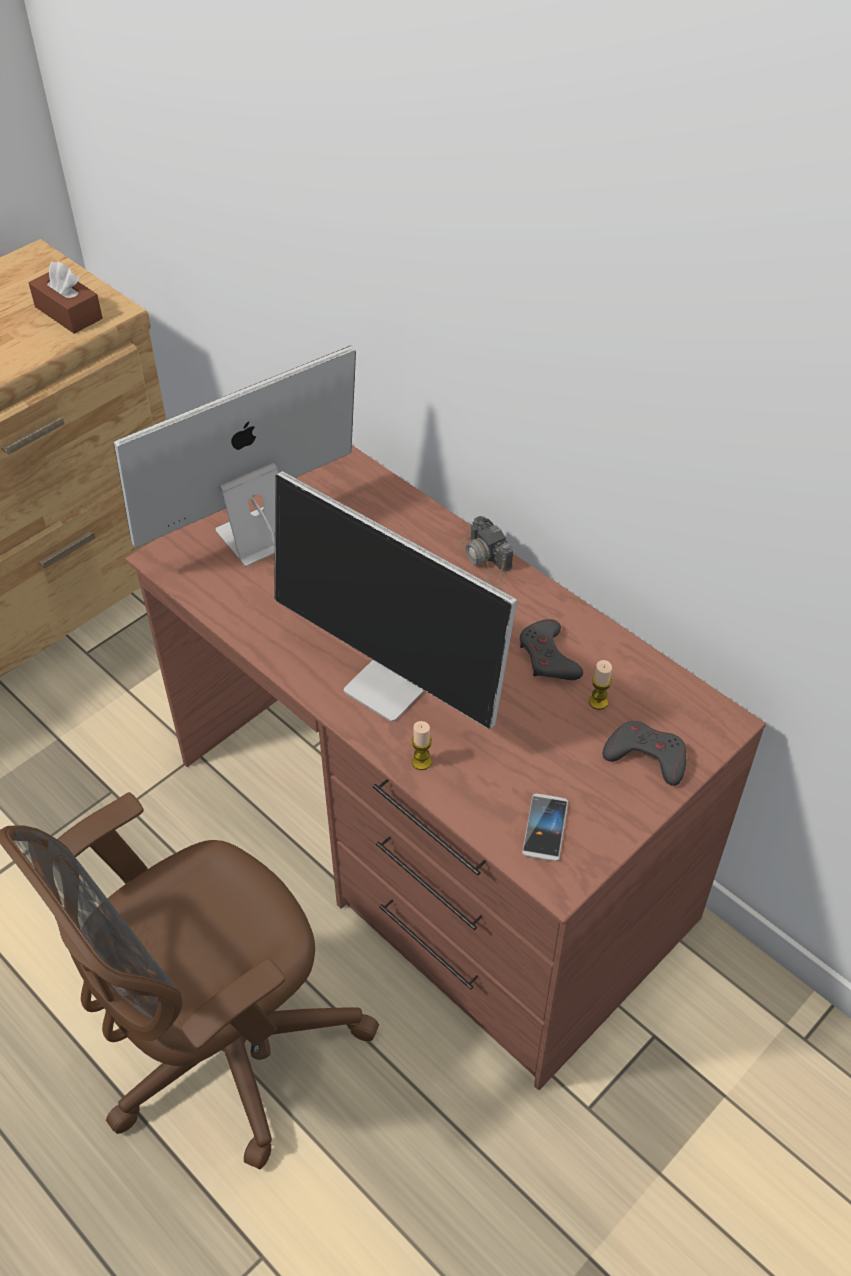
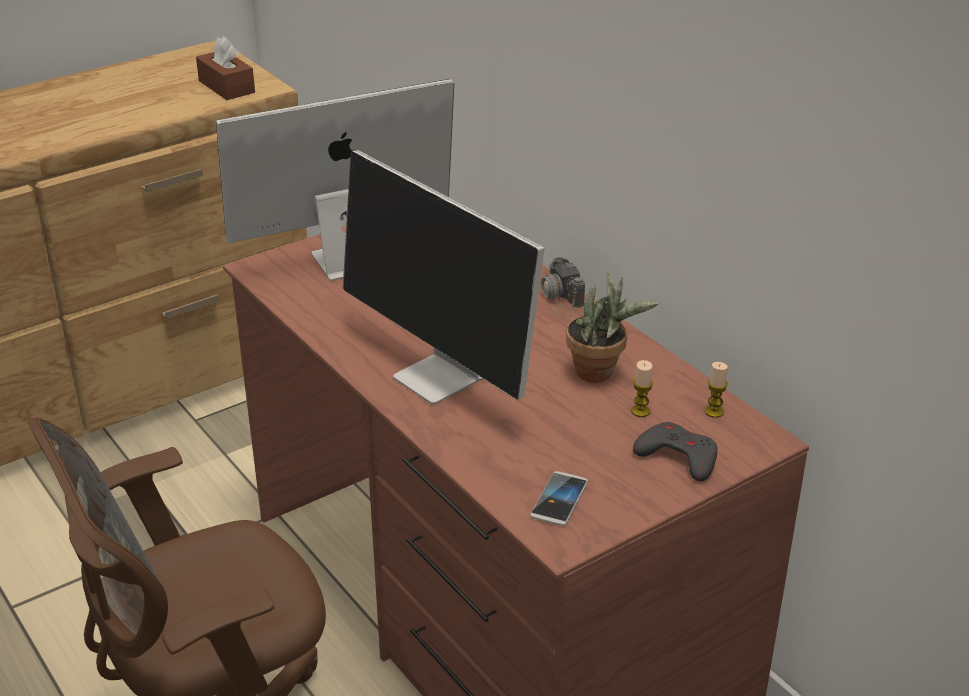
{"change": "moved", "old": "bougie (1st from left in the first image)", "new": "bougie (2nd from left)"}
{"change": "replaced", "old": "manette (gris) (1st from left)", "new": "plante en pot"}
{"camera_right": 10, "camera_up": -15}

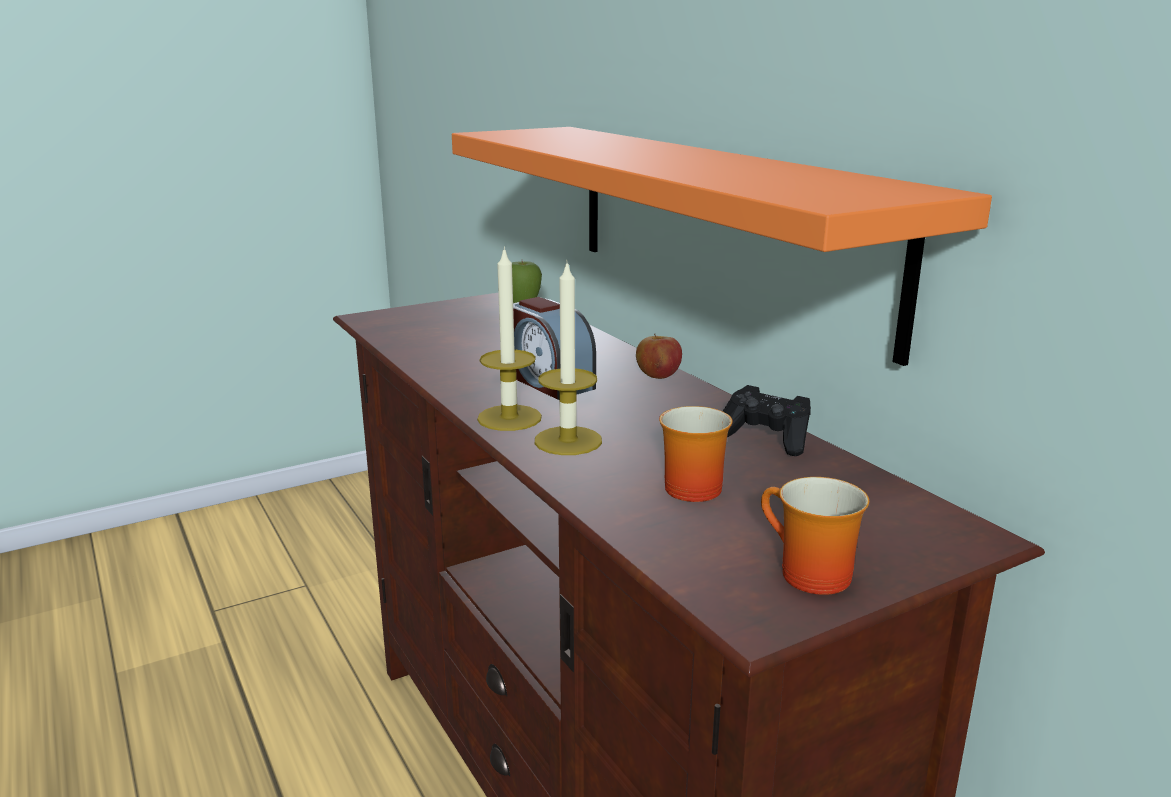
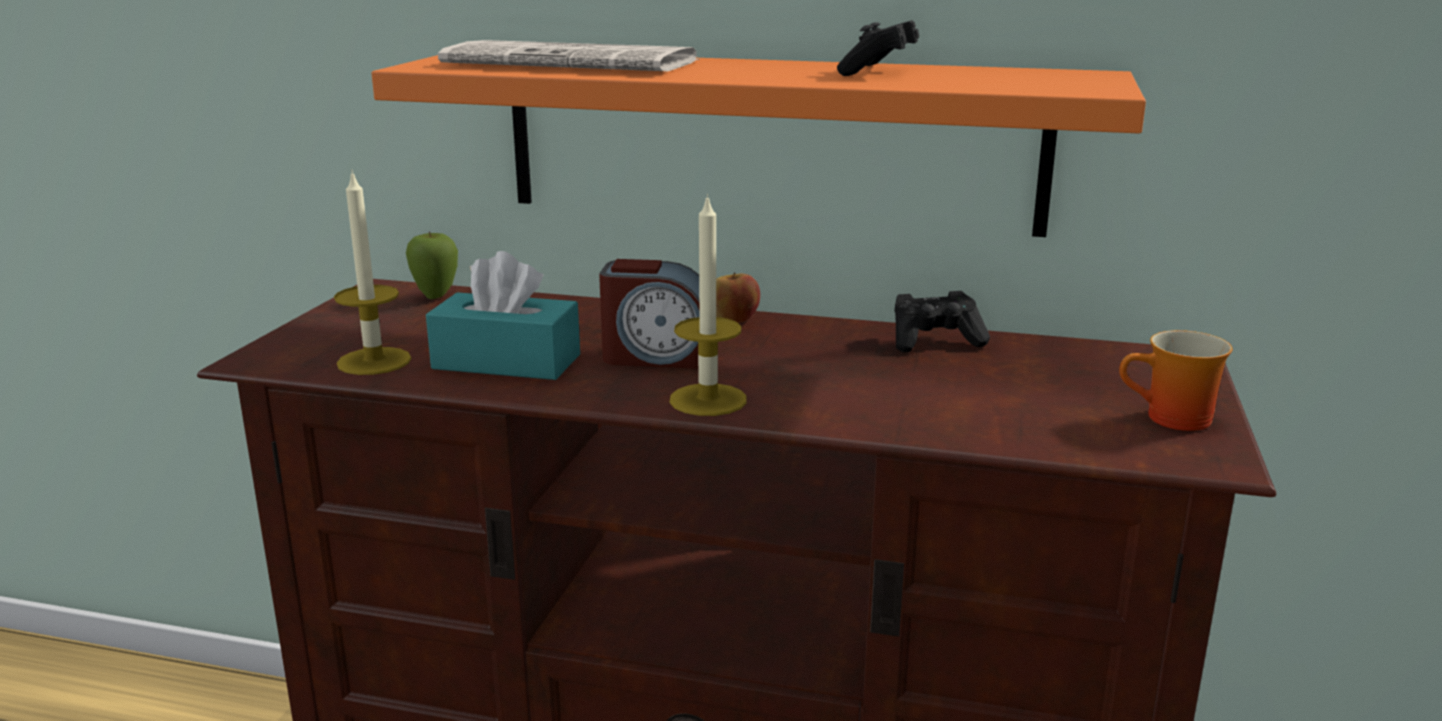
{"change": "moved", "old": "bougie (2nd from left in the first image)", "new": "bougie (1st from left)"}
{"change": "removed", "old": "mug (1st from left)"}
{"change": "added", "new": "boîte à mouchoirs (turquoise)"}
{"change": "added", "new": "journal"}
{"change": "added", "new": "manette (noir) (1st from left)"}
{"camera_right": -45, "camera_up": 0}

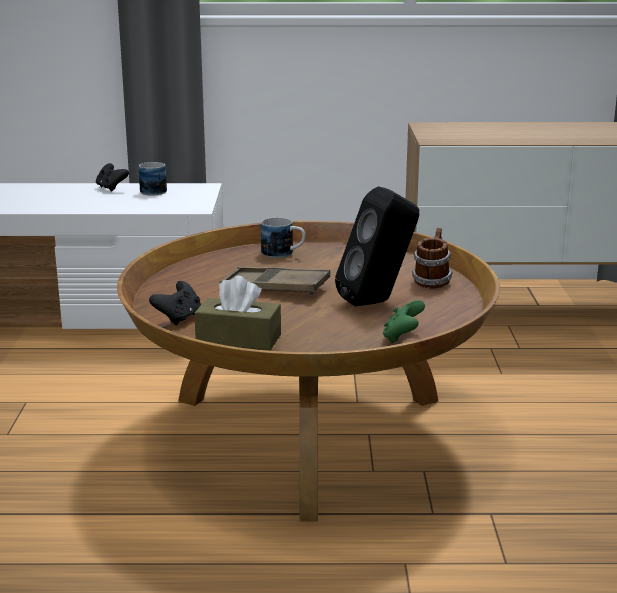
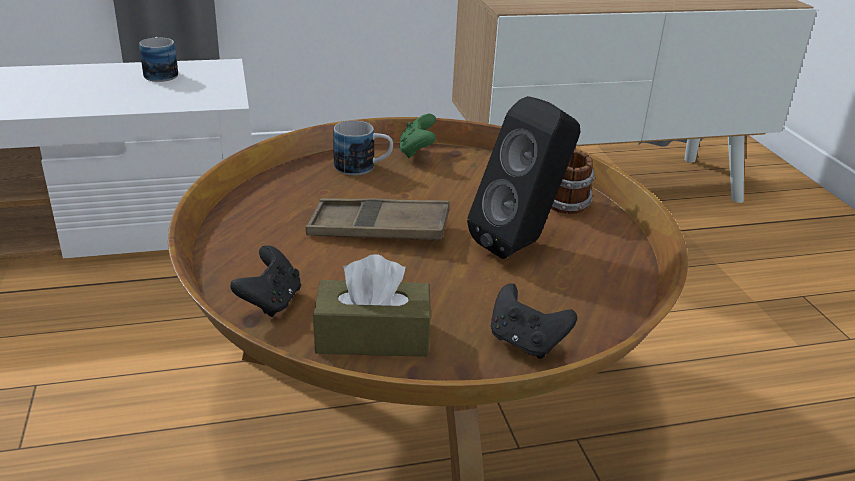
{"change": "moved", "old": "manette (noir) (1st from left in the first image)", "new": "manette (noir) (2nd from left)"}
{"change": "moved", "old": "manette (vert)"}
{"camera_right": -15, "camera_up": 10}

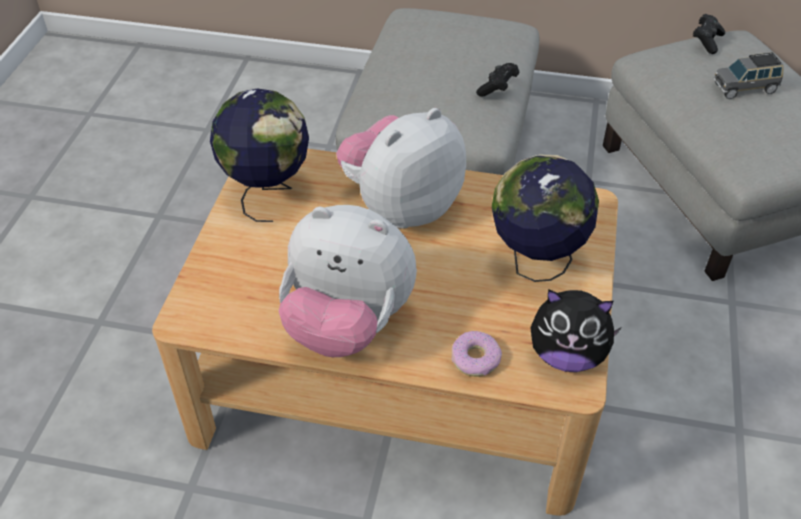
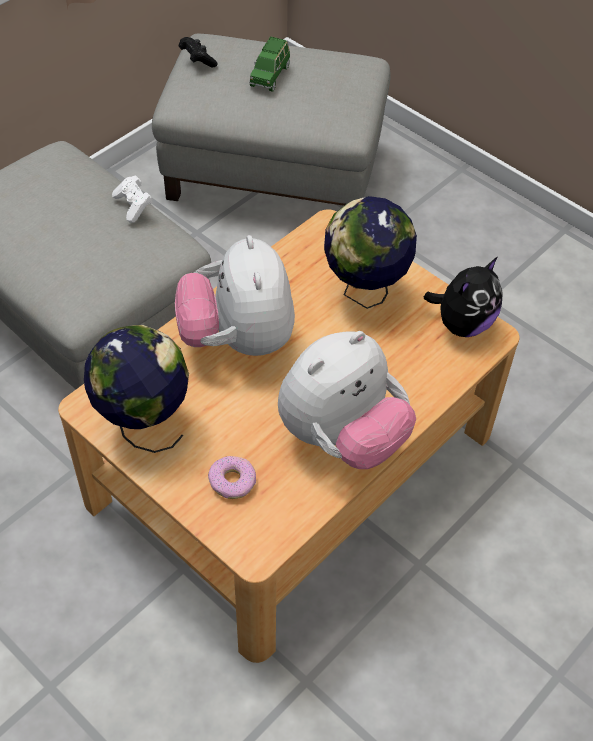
{"change": "moved", "old": "beignet"}
{"change": "recoloured", "old": "manette (noir) (1st from left)", "new": "manette (blanc)"}
{"change": "recoloured", "old": "petite voiture (gris)", "new": "petite voiture (vert)"}
{"camera_right": -60, "camera_up": 5}

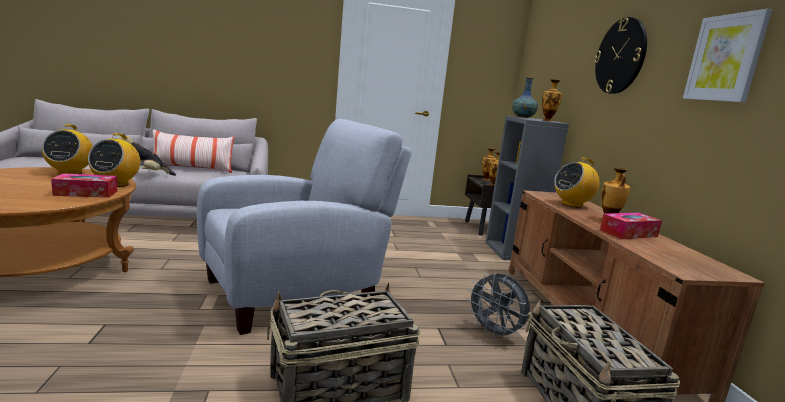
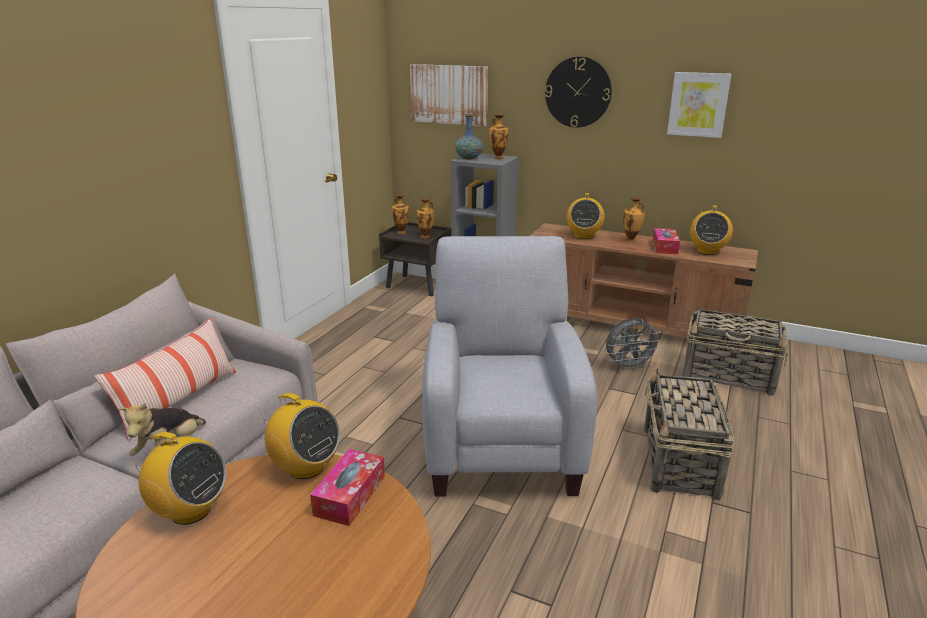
{"change": "added", "new": "tableau (1st from left)"}
{"change": "added", "new": "radio (4th from left)"}
{"camera_right": -55, "camera_up": 10}

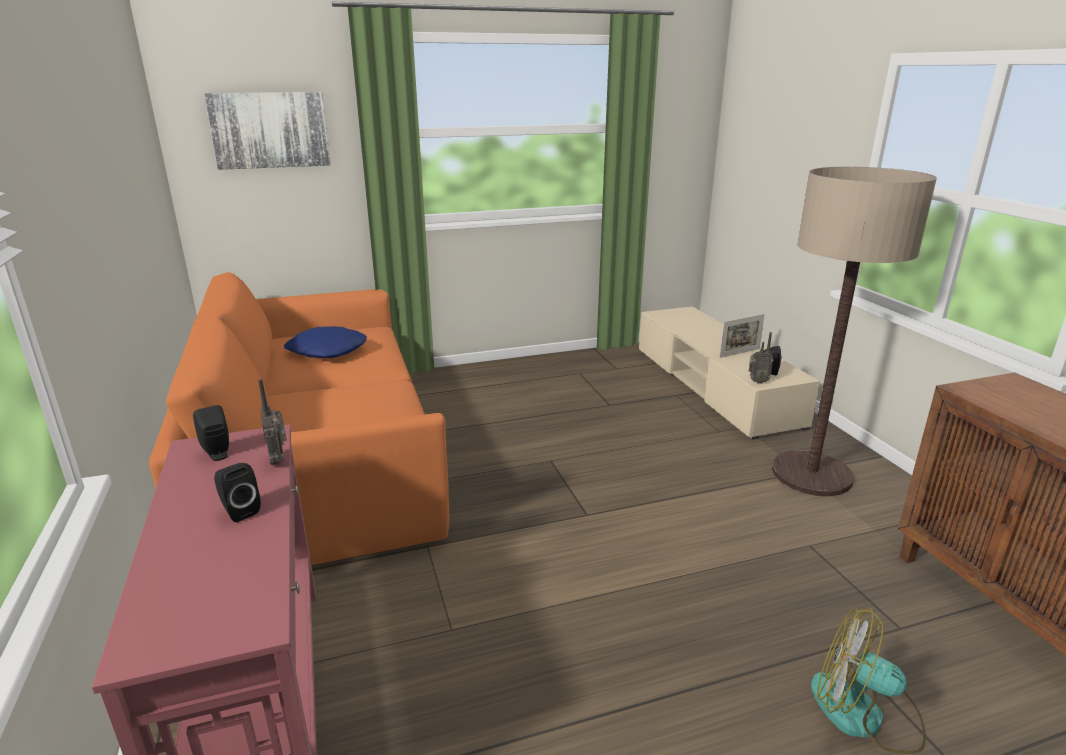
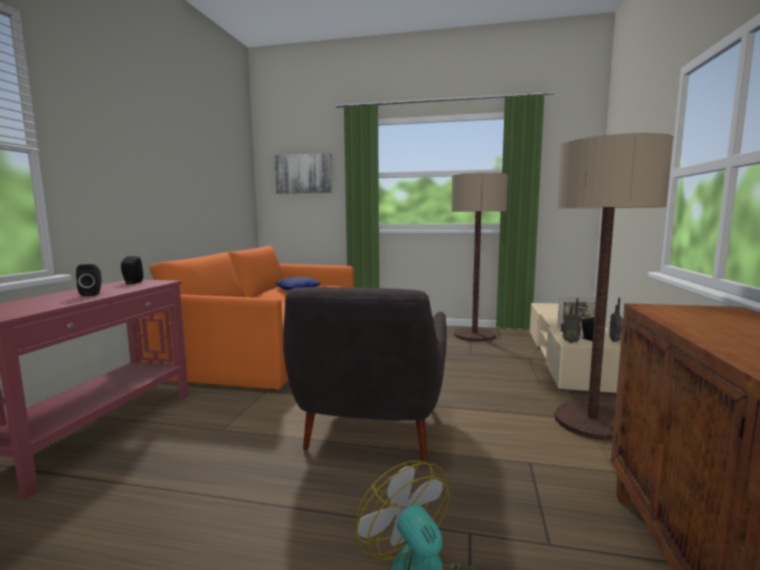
{"change": "moved", "old": "radio (1st from left in the first image)", "new": "radio (2nd from left)"}
{"change": "added", "new": "fauteuil (gris)"}
{"change": "added", "new": "lampadaire (1st from left)"}
{"camera_right": 30, "camera_up": -15}

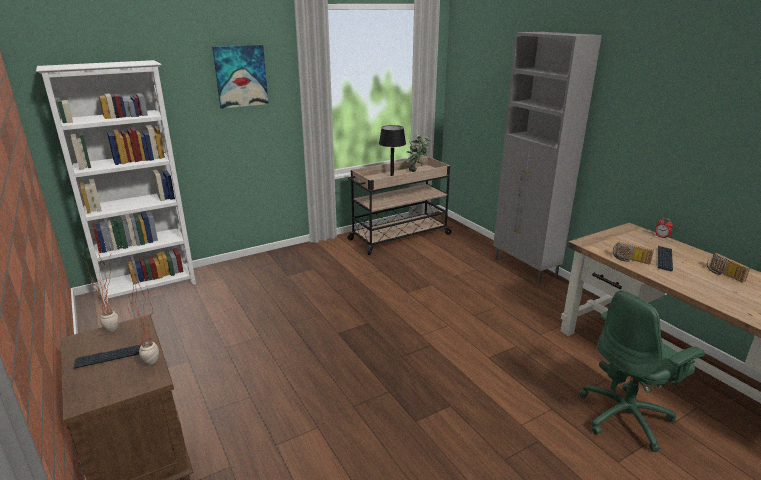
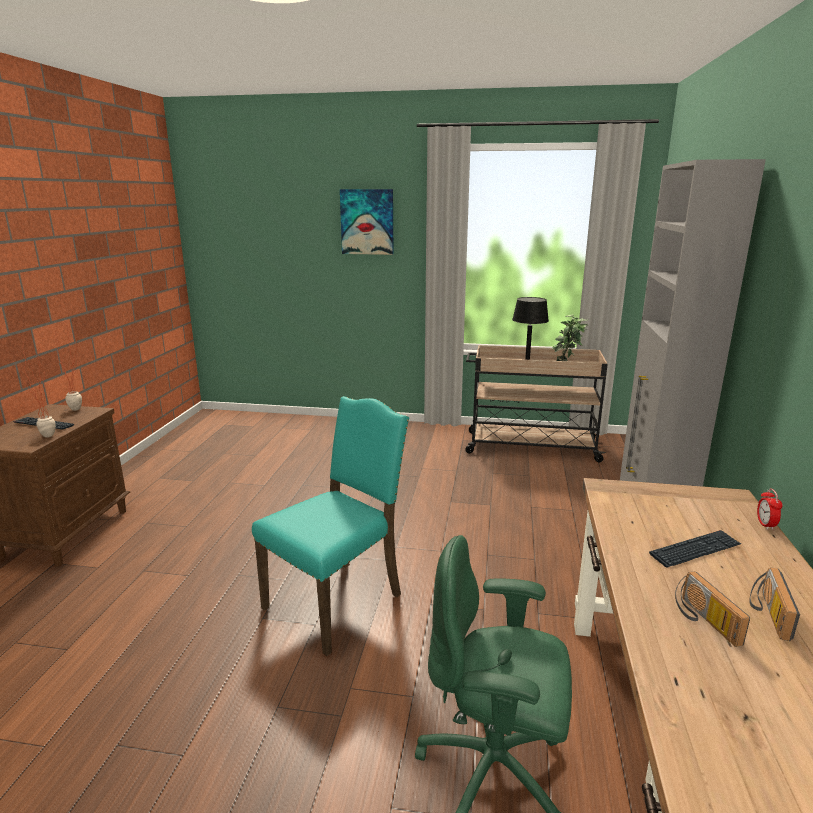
{"change": "removed", "old": "bibliothèque (blanc)"}
{"change": "moved", "old": "radio (1st from left)"}
{"change": "added", "new": "chaise (turquoise)"}
{"camera_right": 40, "camera_up": -5}

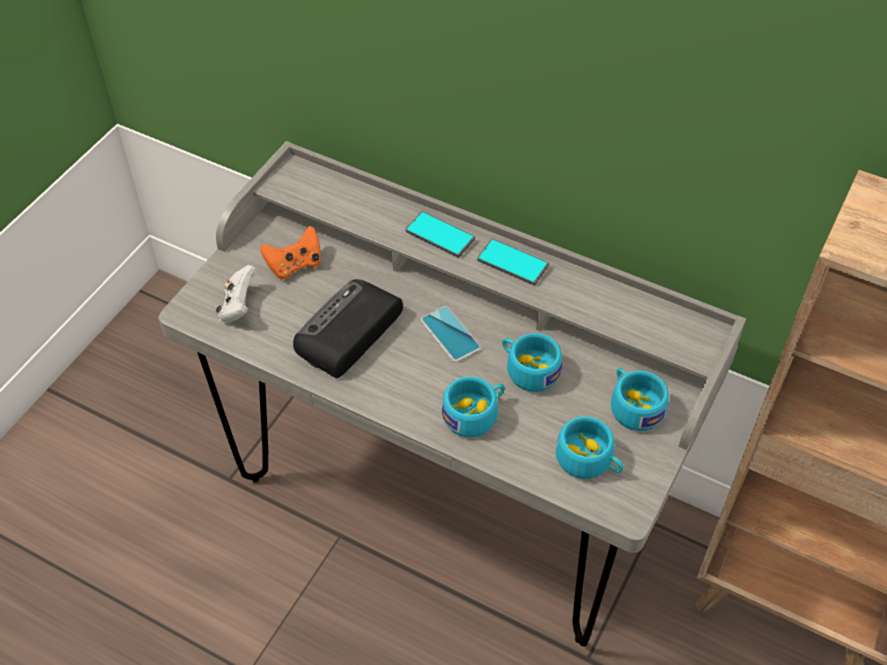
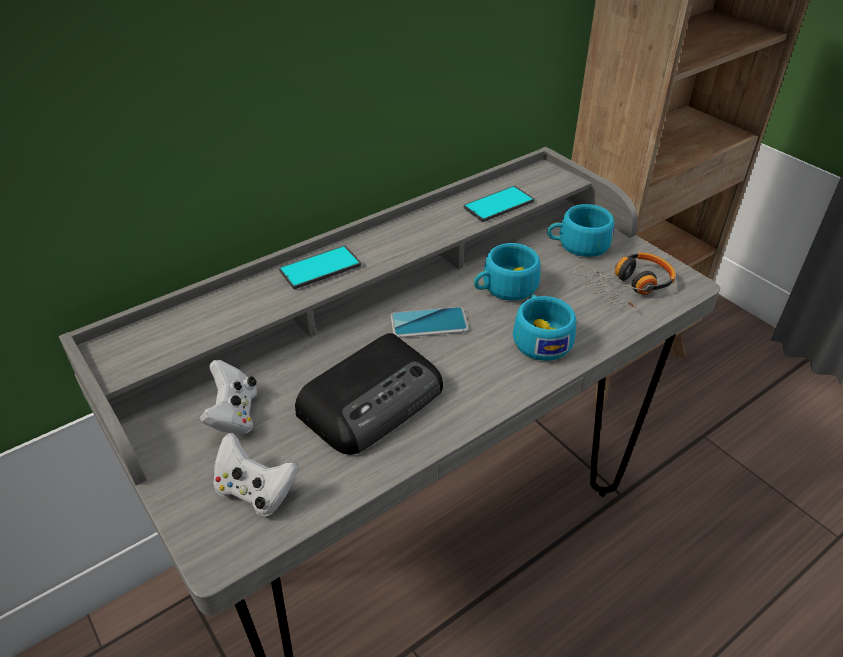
{"change": "recoloured", "old": "manette (orange)", "new": "manette (blanc) (1st from left)"}
{"change": "turned", "old": "radio", "degrees": -105}
{"change": "moved", "old": "téléphone (3rd from left)"}
{"change": "replaced", "old": "tasse (turquoise) (3rd from left)", "new": "casque audio"}
{"camera_right": -65, "camera_up": -10}

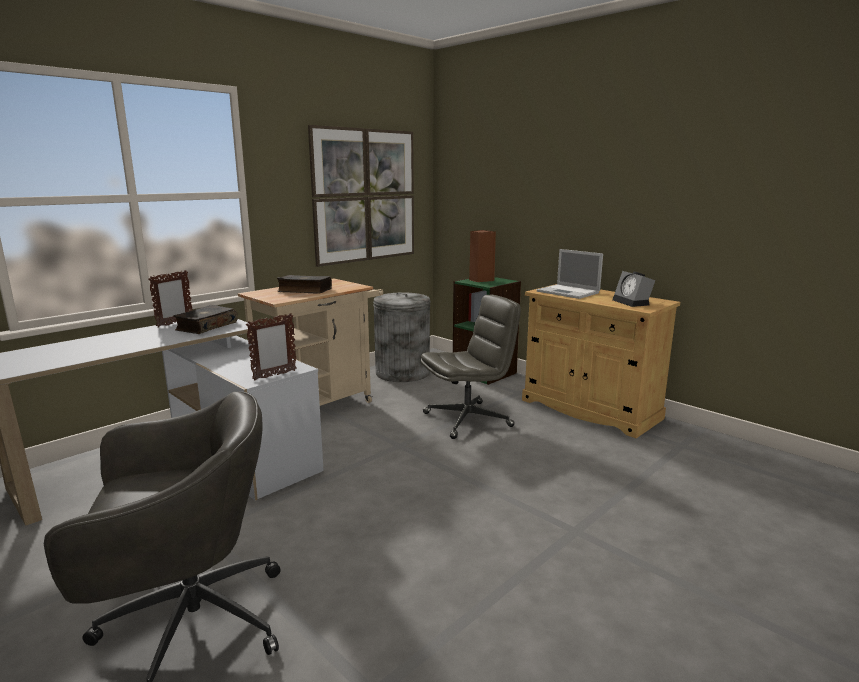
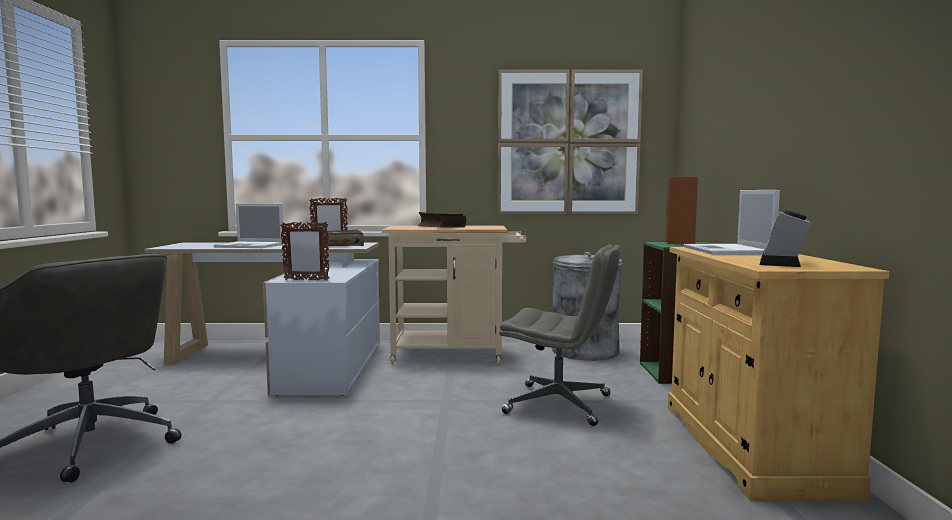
{"change": "added", "new": "ordinateur portable (1st from left)"}
{"camera_right": 45, "camera_up": -10}

